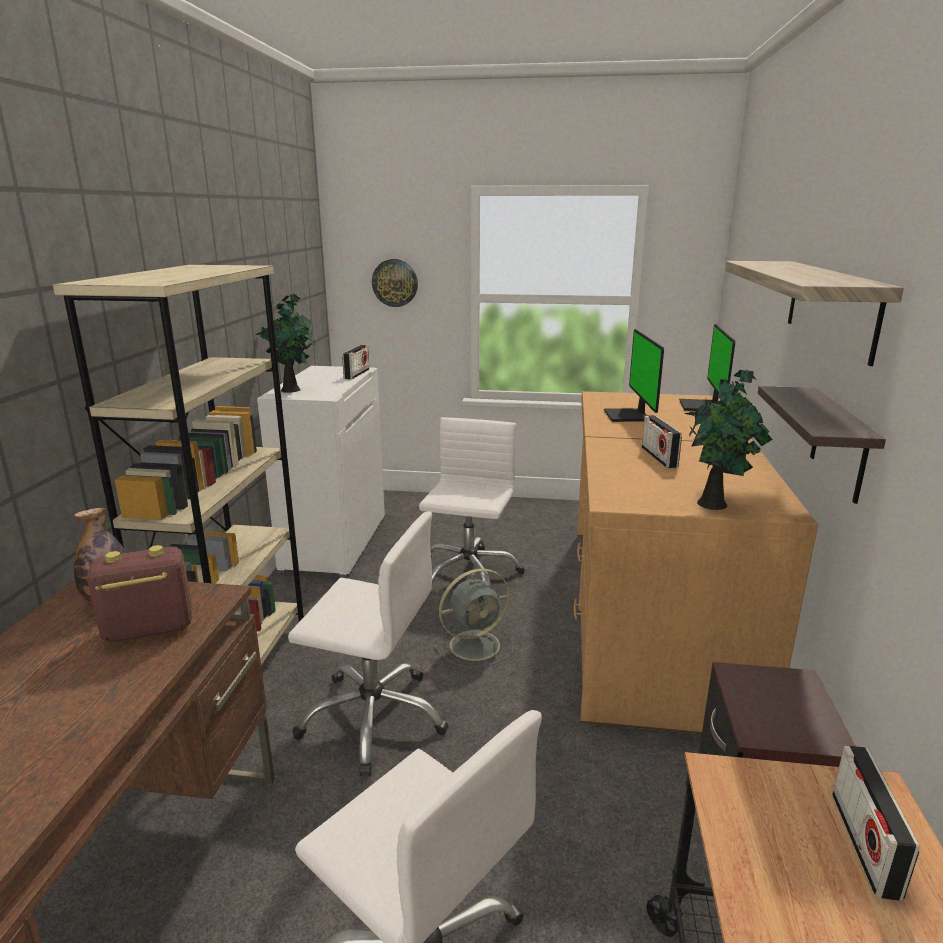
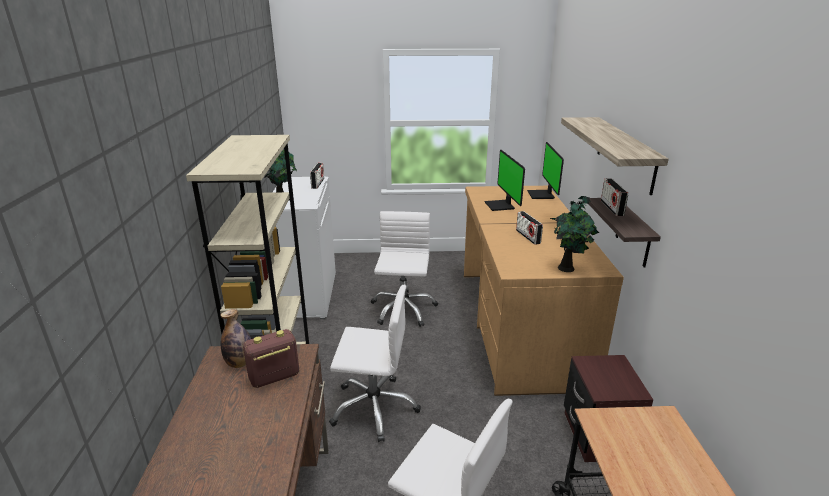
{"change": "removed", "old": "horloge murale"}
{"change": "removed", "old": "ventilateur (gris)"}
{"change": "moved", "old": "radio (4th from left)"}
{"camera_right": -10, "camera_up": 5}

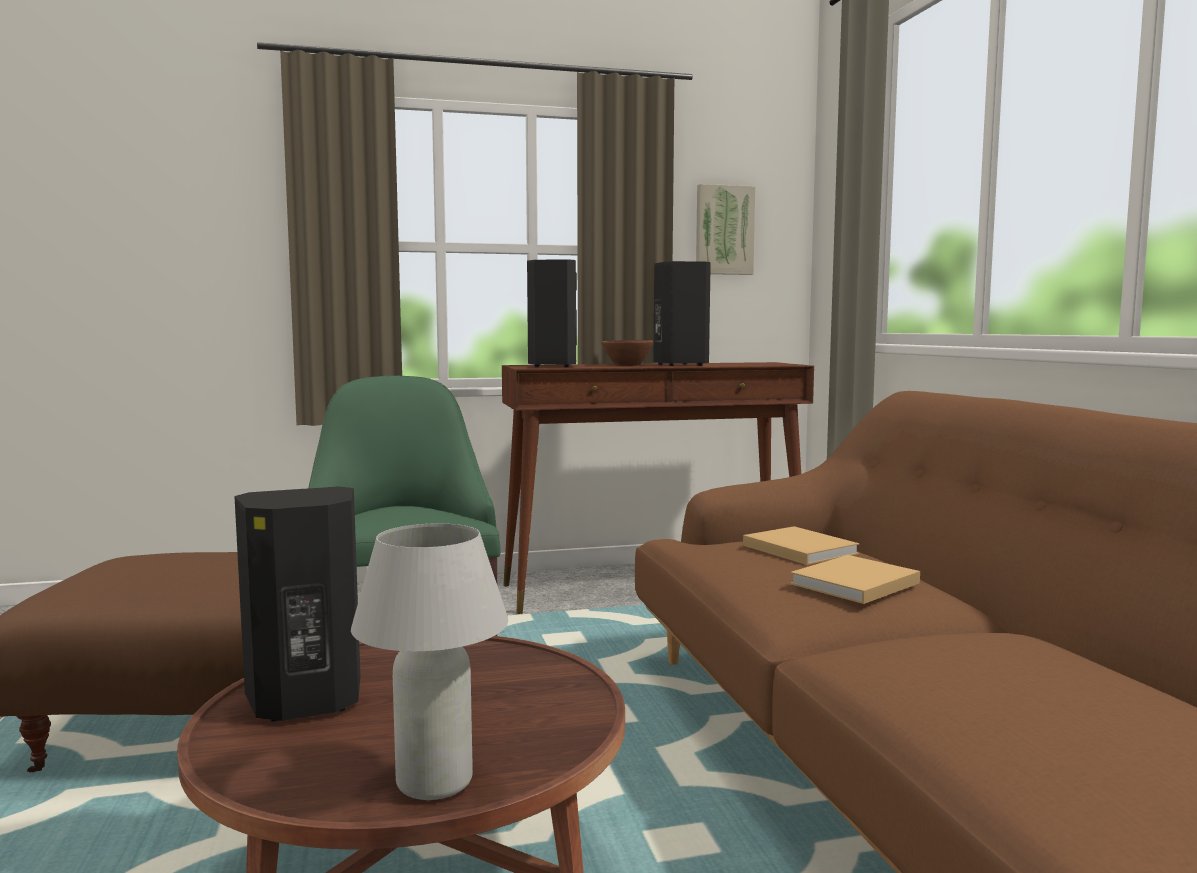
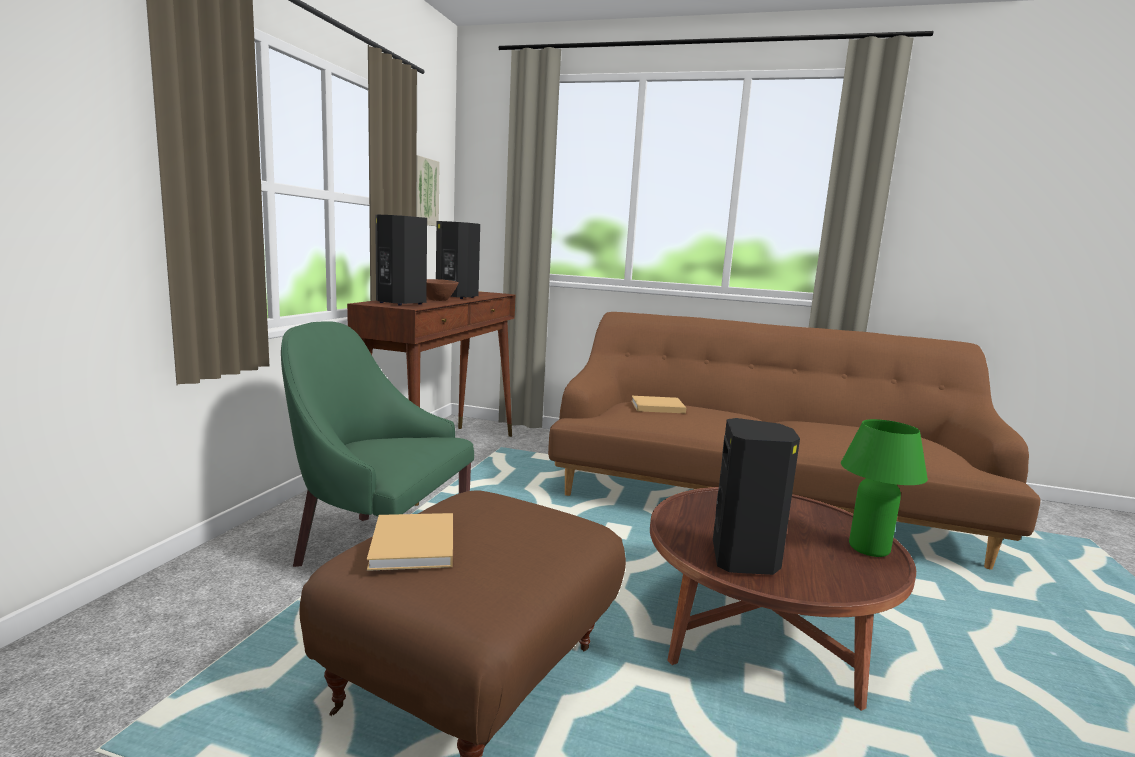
{"change": "recoloured", "old": "lampe de table (blanc)", "new": "lampe de table (vert)"}
{"change": "moved", "old": "livre (beige) (2nd from left in the first image)", "new": "livre (beige) (1st from left)"}
{"camera_right": -60, "camera_up": 5}

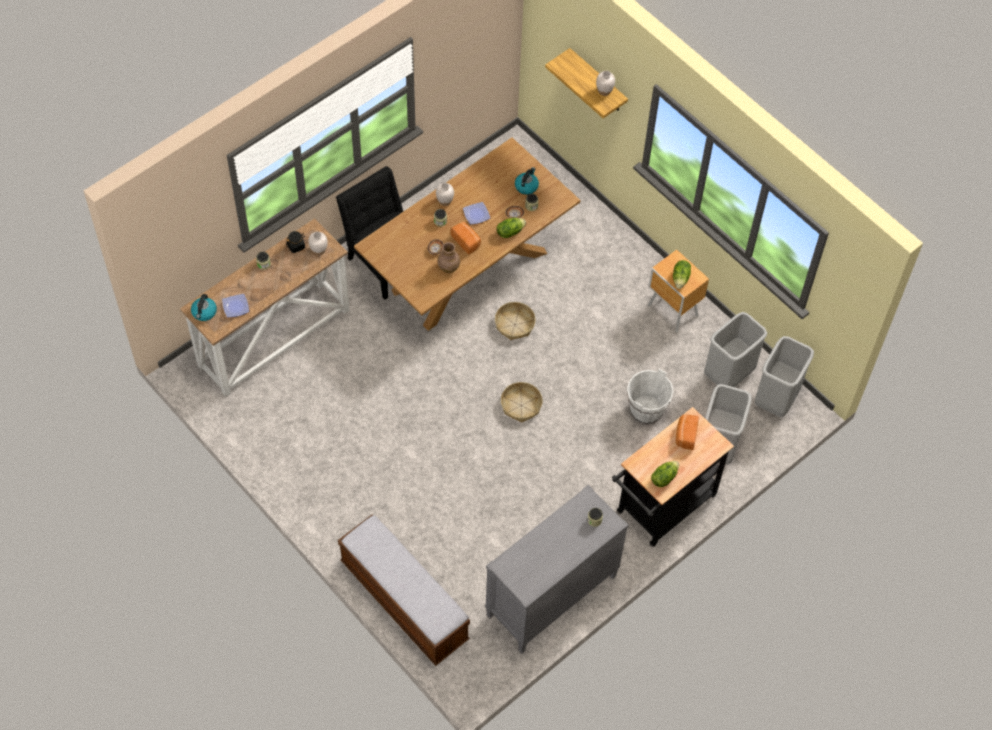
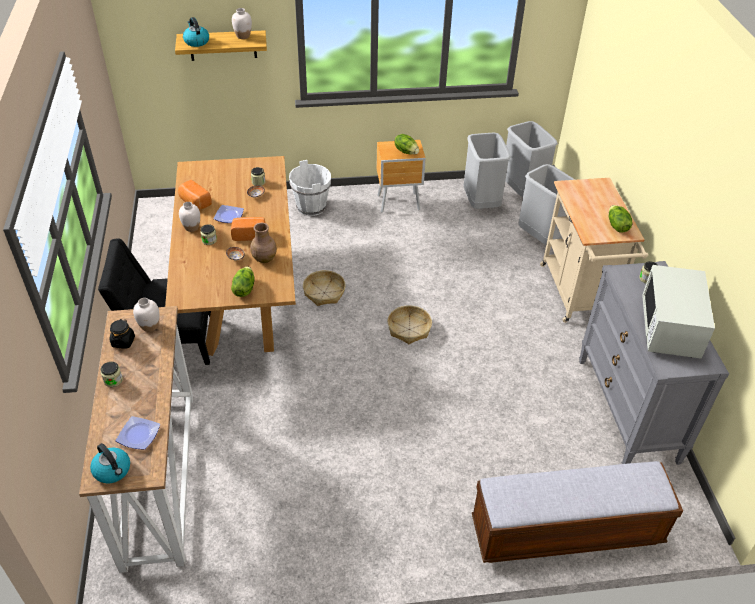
{"change": "moved", "old": "laitue (1st from left)"}
{"change": "moved", "old": "bouilloire (2nd from left)"}
{"change": "recoloured", "old": "chariot (noir)", "new": "chariot (beige)"}
{"change": "moved", "old": "seau (blanc)"}
{"change": "moved", "old": "pain (2nd from left in the first image)", "new": "pain (1st from left)"}
{"change": "added", "new": "micro-ondes (blanc)"}
{"camera_right": -55, "camera_up": -15}

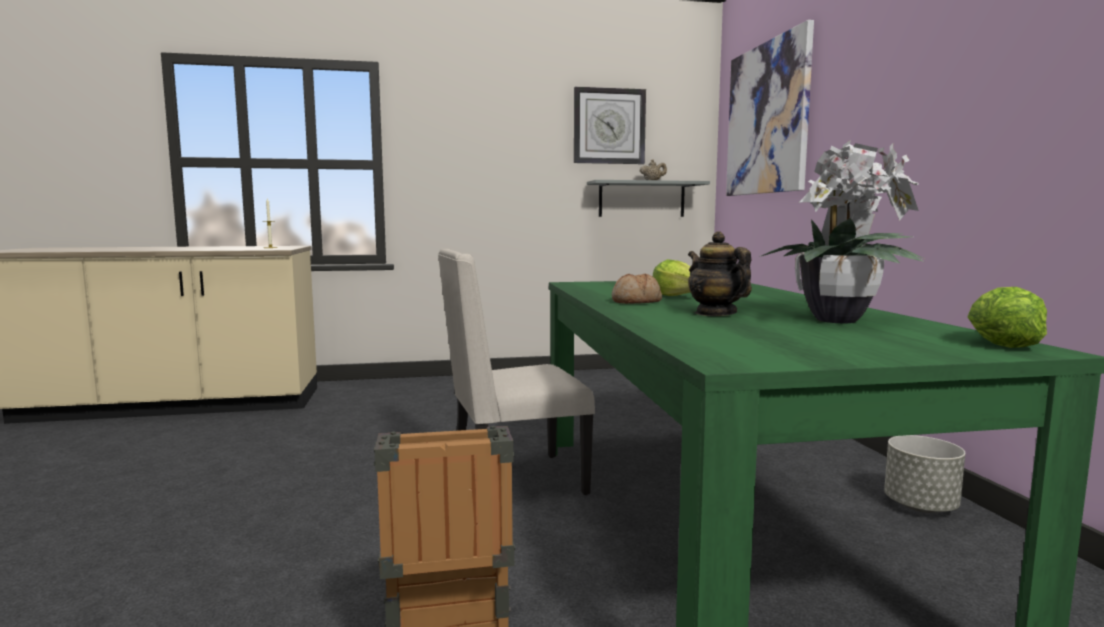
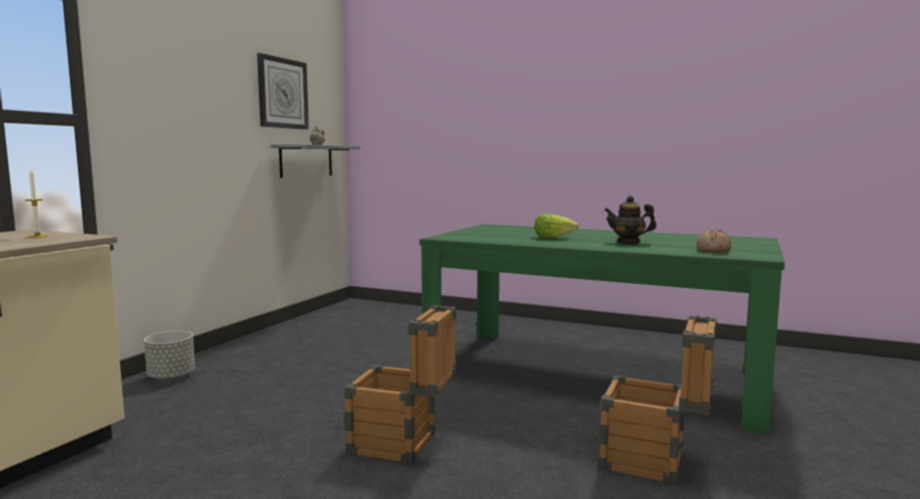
{"change": "removed", "old": "chaise (beige)"}
{"change": "moved", "old": "pain"}
{"change": "removed", "old": "tableau"}
{"change": "removed", "old": "plante en pot"}
{"change": "moved", "old": "cache-pot (gris)"}
{"change": "removed", "old": "laitue (2nd from left)"}
{"change": "added", "new": "caisse (1st from left)"}
{"camera_right": -55, "camera_up": 0}

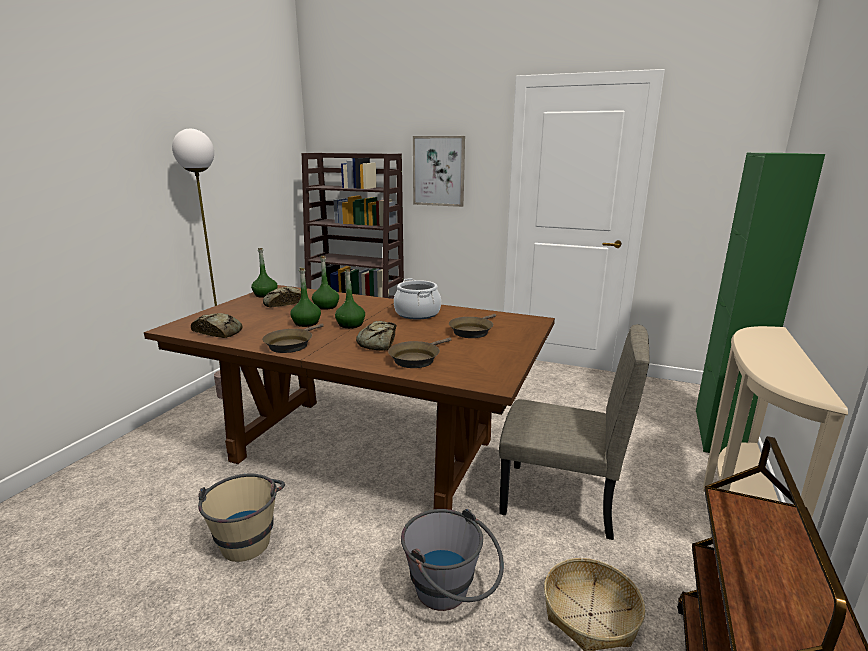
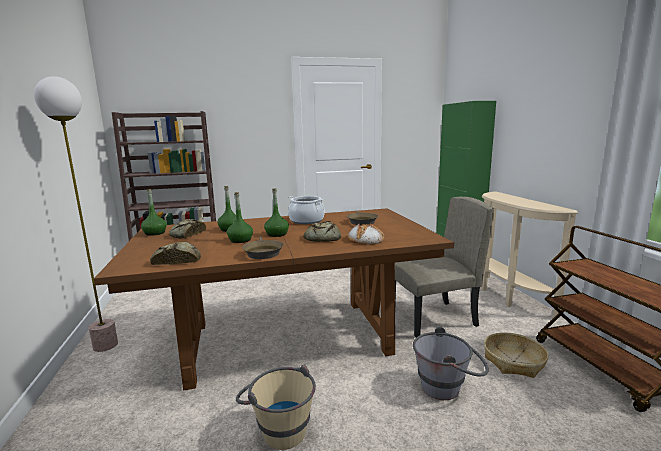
{"change": "replaced", "old": "poêle (marron) (2nd from left)", "new": "pain (4th from left)"}
{"change": "removed", "old": "tableau"}
{"camera_right": -35, "camera_up": -5}

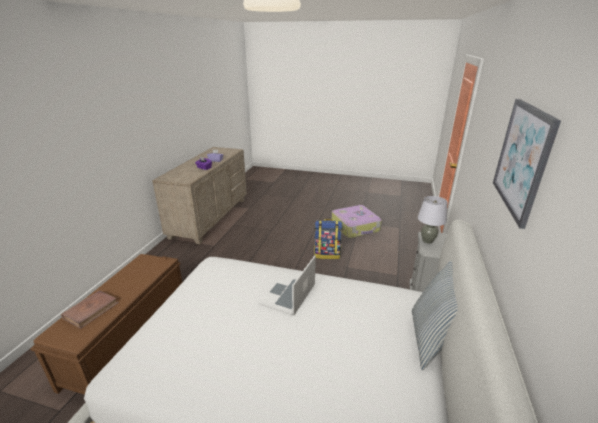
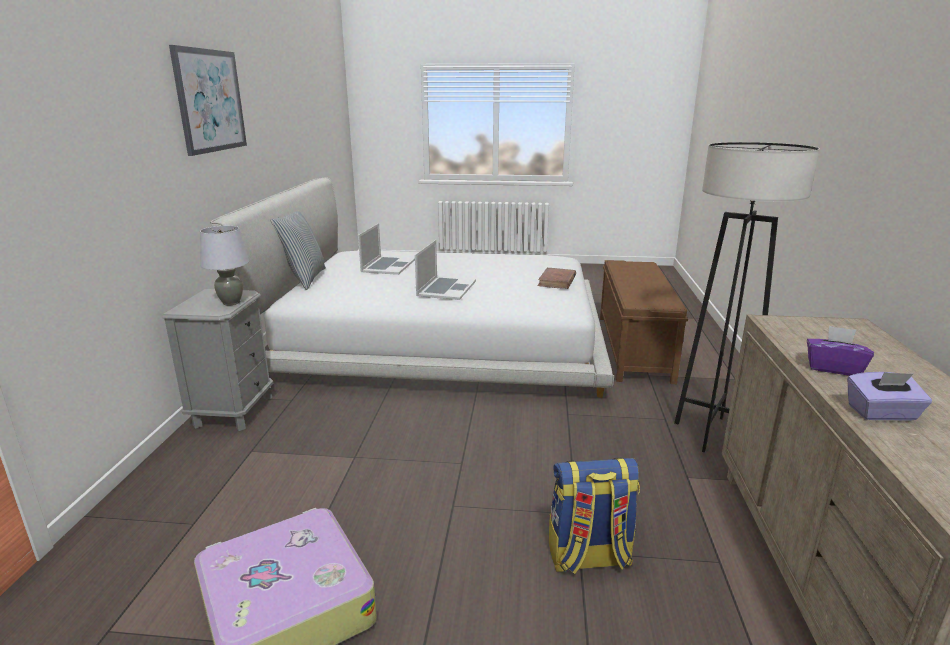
{"change": "moved", "old": "livre (marron)"}
{"change": "moved", "old": "sac à dos"}
{"change": "added", "new": "ordinateur portable (1st from left)"}
{"change": "added", "new": "lampadaire (gris)"}
{"camera_right": 170, "camera_up": -5}

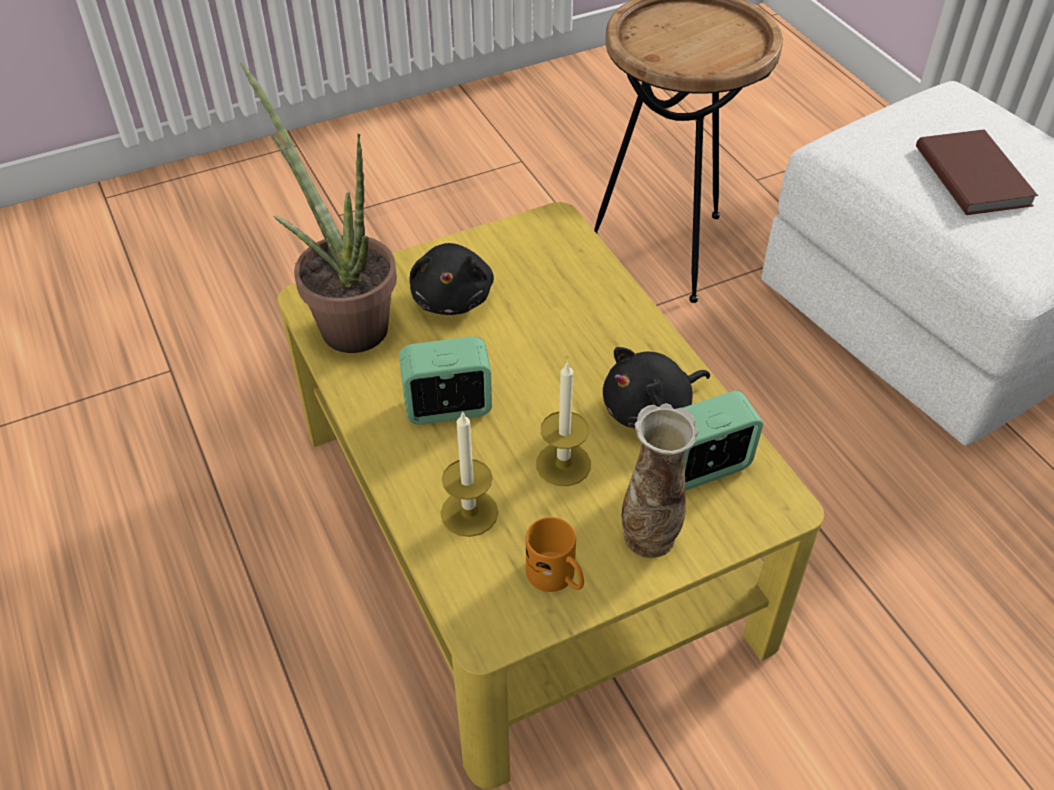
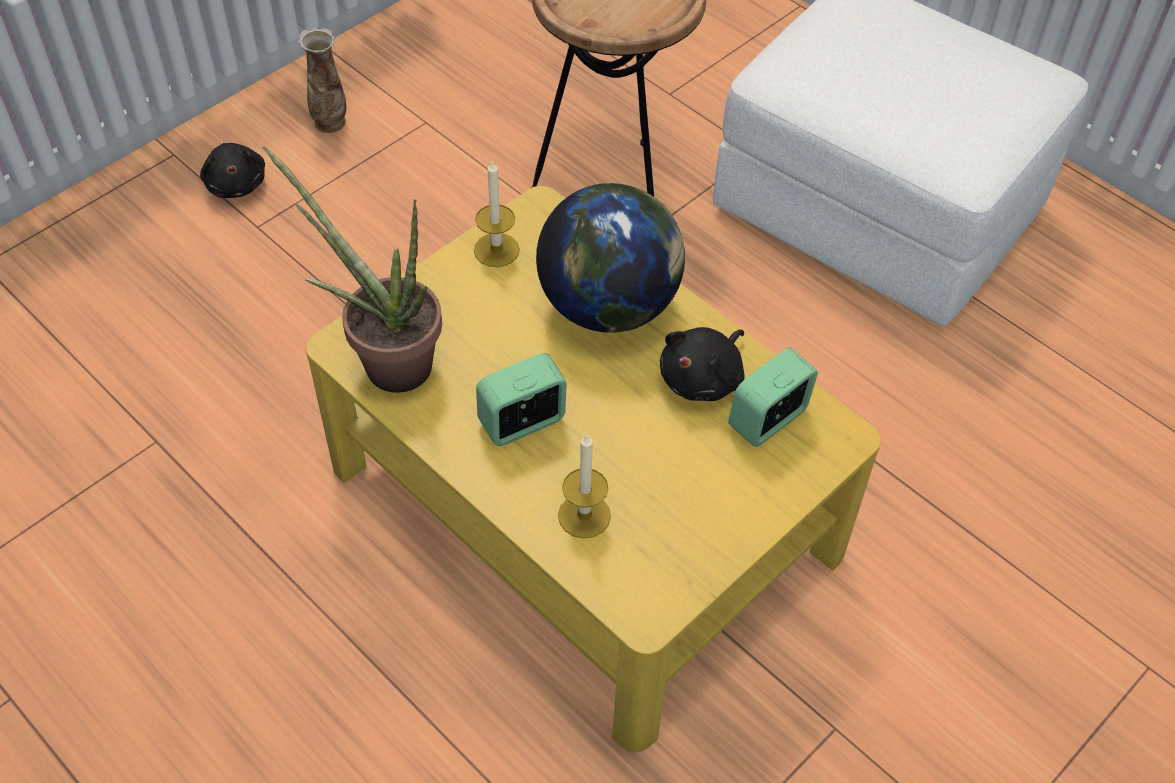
{"change": "moved", "old": "peluche (noir) (1st from left)"}
{"change": "removed", "old": "mug (orange)"}
{"change": "moved", "old": "bougie (2nd from left in the first image)", "new": "bougie (1st from left)"}
{"change": "moved", "old": "vase"}
{"change": "removed", "old": "livre (marron)"}
{"change": "added", "new": "globe"}
{"camera_right": -20, "camera_up": 5}

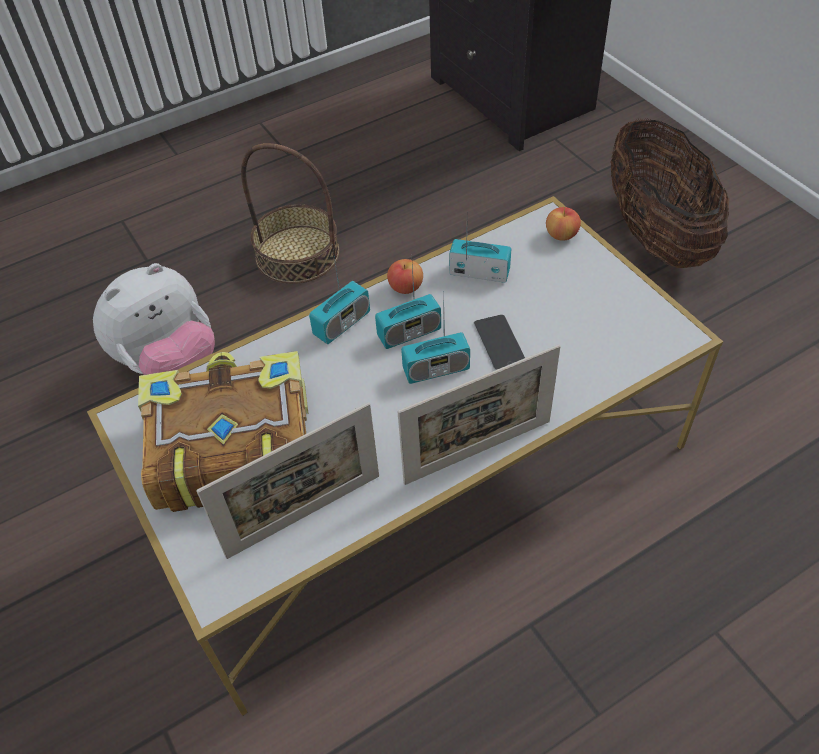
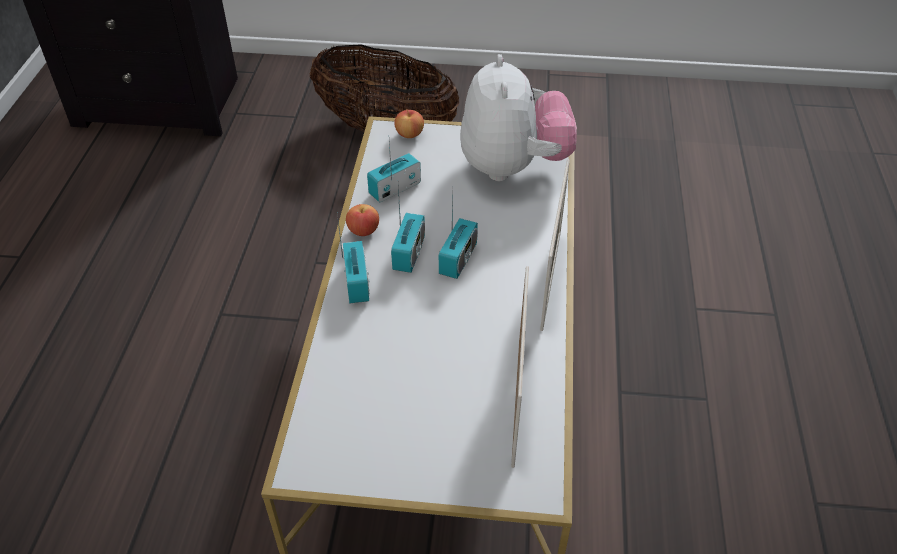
{"change": "moved", "old": "peluche"}
{"change": "removed", "old": "livre"}
{"change": "removed", "old": "panier (1st from left)"}
{"change": "removed", "old": "téléphone"}
{"camera_right": -55, "camera_up": -5}

